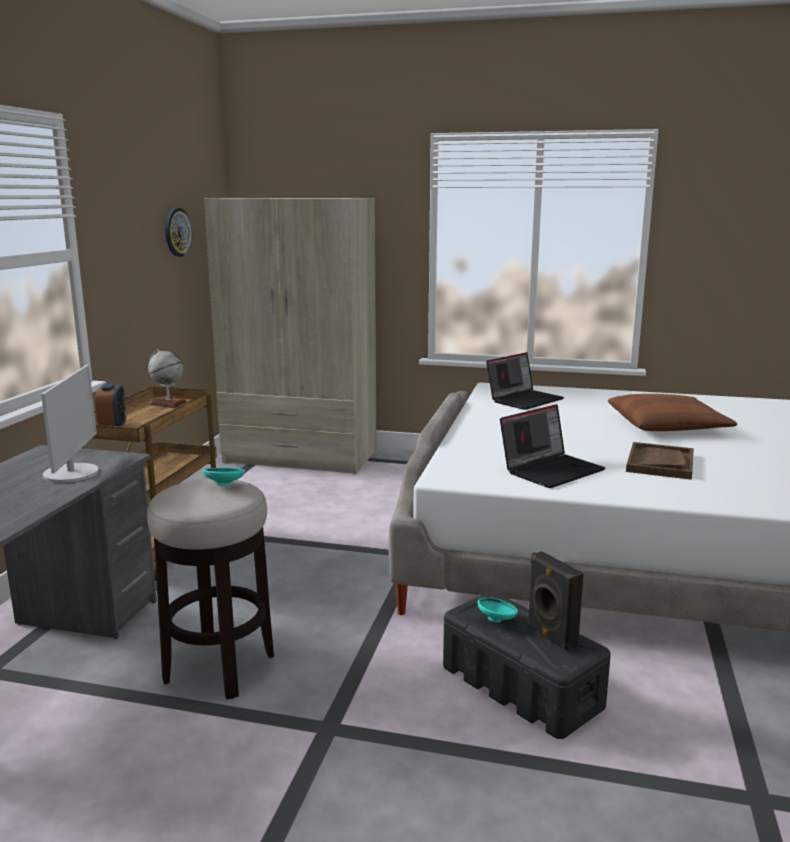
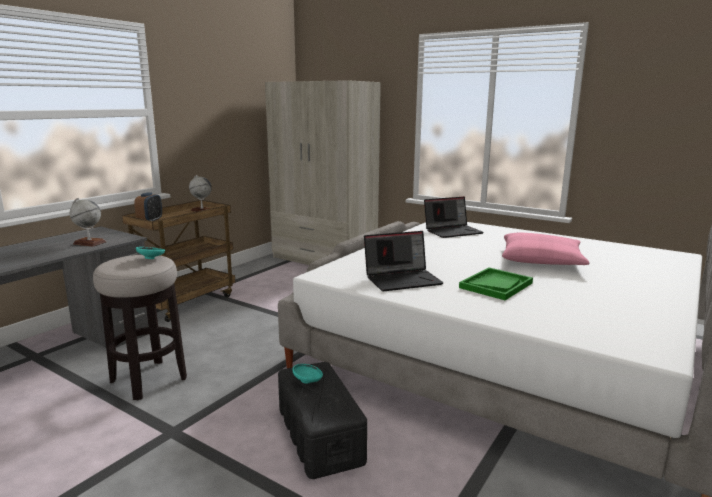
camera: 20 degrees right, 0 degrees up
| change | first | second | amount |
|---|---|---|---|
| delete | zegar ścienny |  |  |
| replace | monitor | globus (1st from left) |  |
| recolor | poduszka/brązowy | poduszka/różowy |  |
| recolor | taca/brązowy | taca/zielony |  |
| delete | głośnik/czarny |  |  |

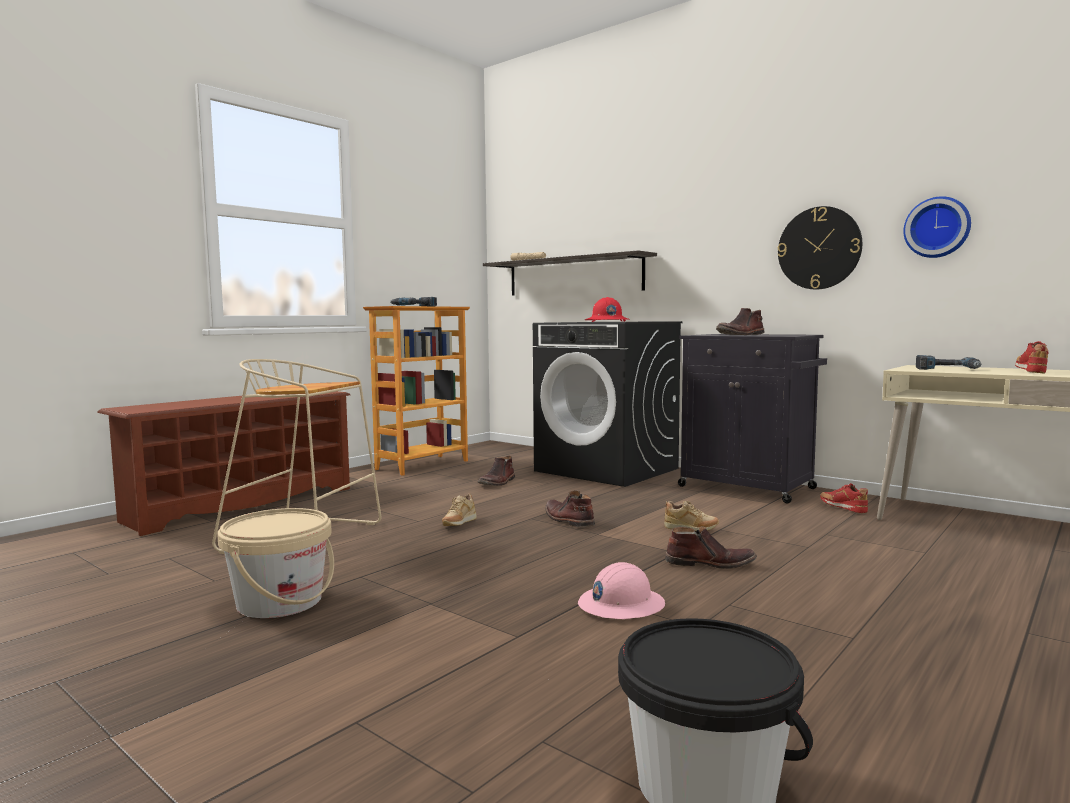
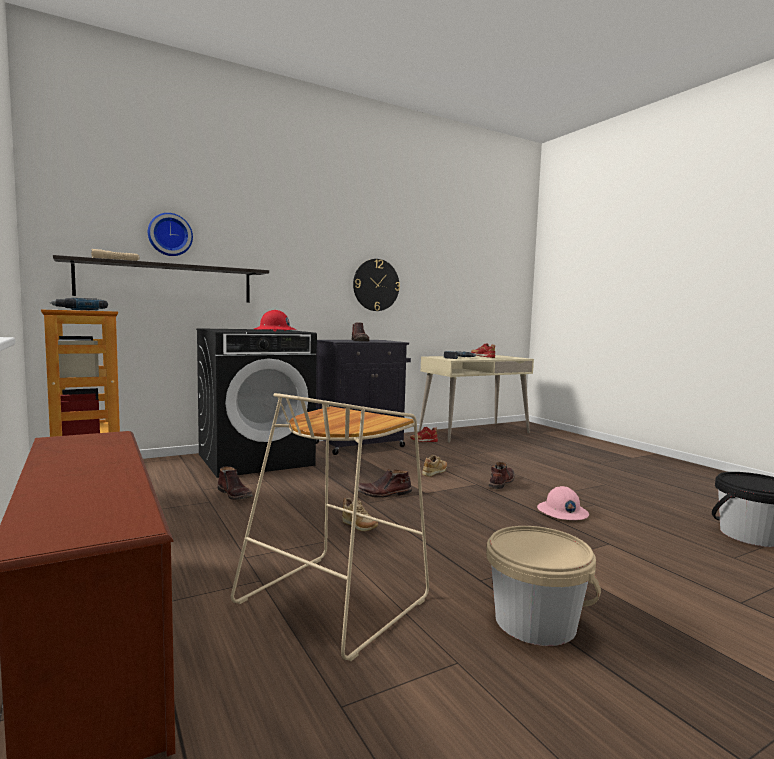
camera: 70 degrees left, 0 degrees up
| change | first | second | amount |
|---|---|---|---|
| move | zegar ścienny (2nd from left in the first image) | zegar ścienny (1st from left) |  |

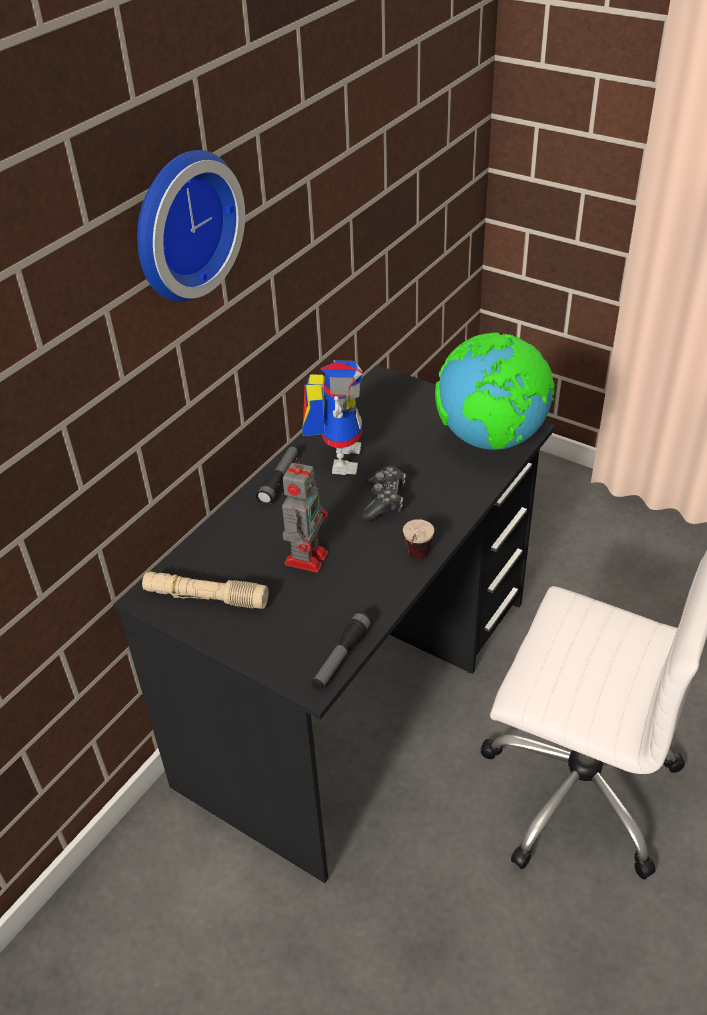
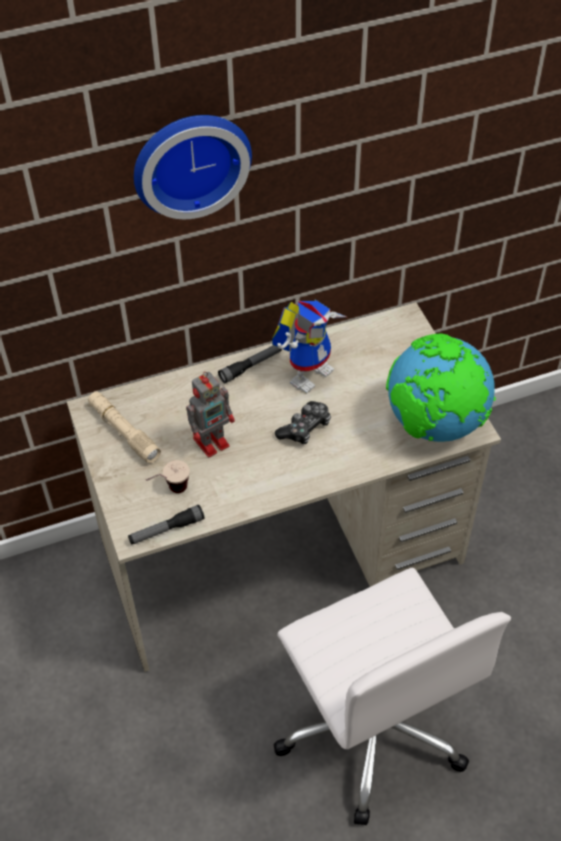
camera: 35 degrees right, 10 degrees up
| change | first | second | amount |
|---|---|---|---|
| recolor | biurko/czarny | biurko/beżowy |  |
| move | filiżanka |  |  |

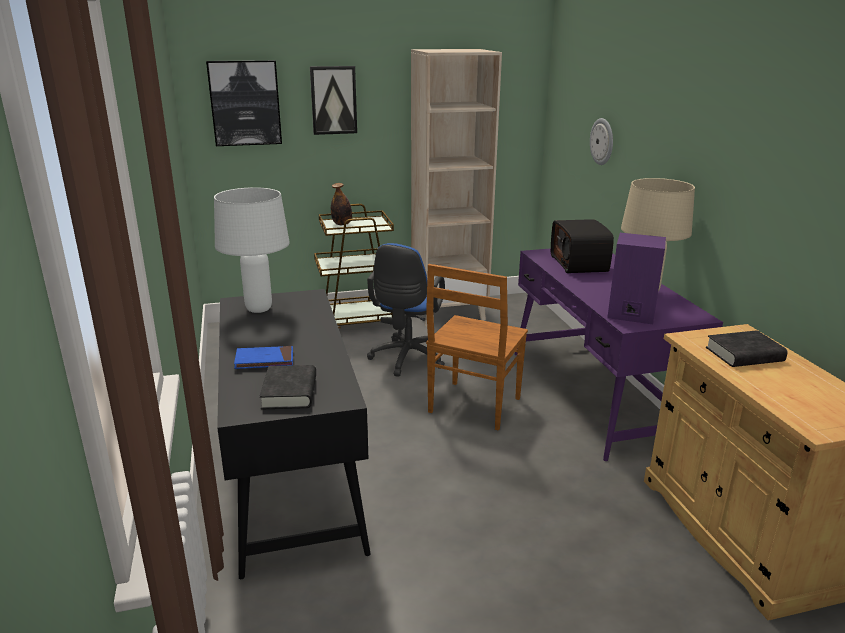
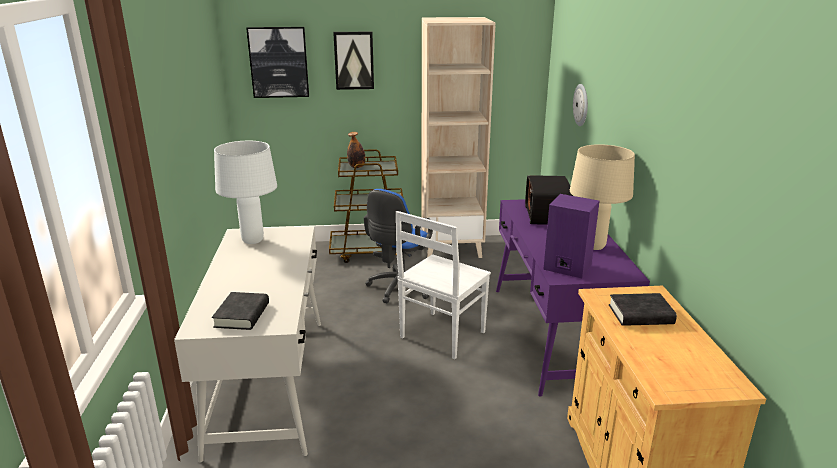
camera: 10 degrees right, 0 degrees up
| change | first | second | amount |
|---|---|---|---|
| recolor | krzesło/brązowy | krzesło/biały |  |
| recolor | biurko/czarny | biurko/biały |  |
| delete | książka/niebieski |  |  |

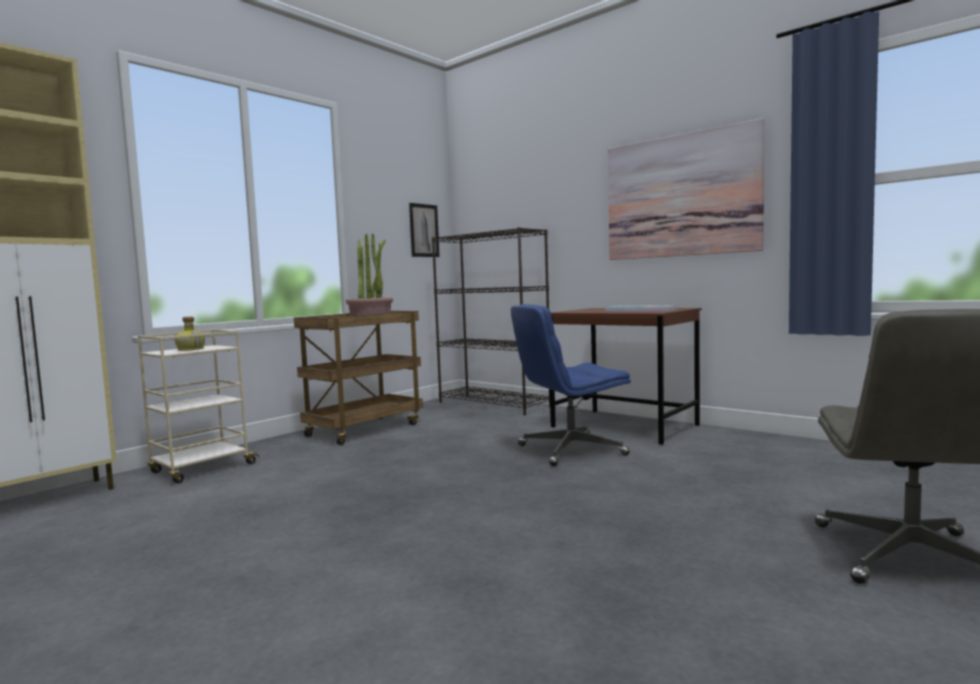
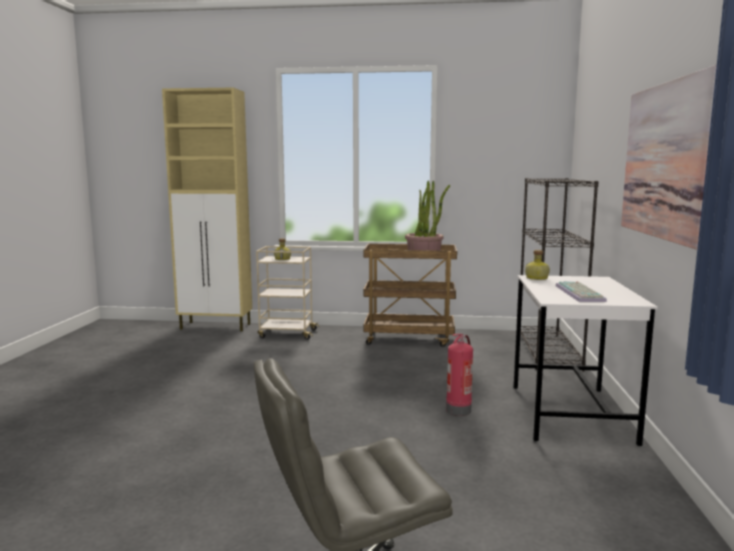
camera: 55 degrees right, 5 degrees up
| change | first | second | amount |
|---|---|---|---|
| delete | obraz (1st from left) |  |  |
| replace | krzesło biurowe/niebieski | gaśnica |  |
| recolor | biurko/brązowy | biurko/biały |  |
| insert |  | butelka (2nd from left) |  |

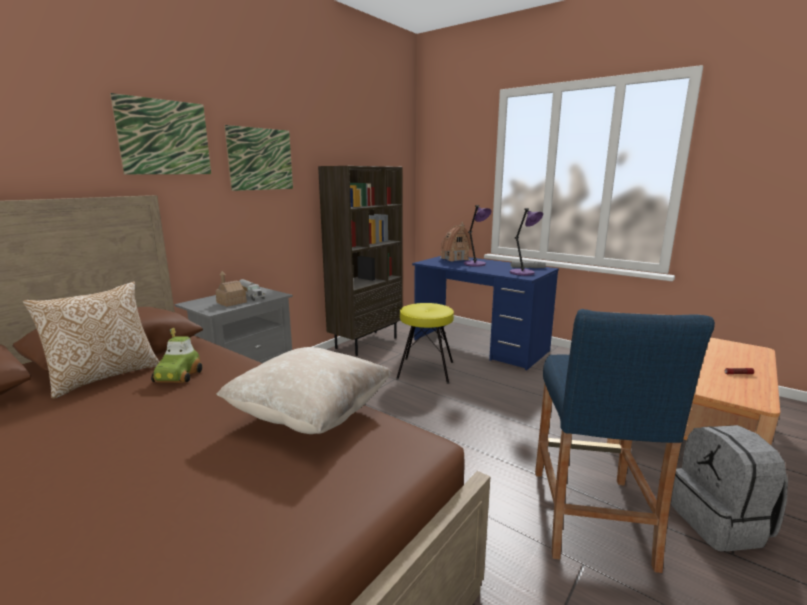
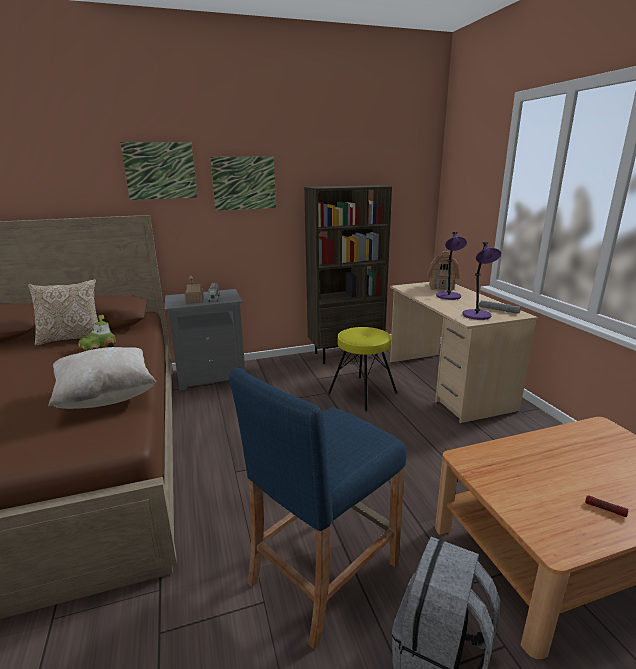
camera: 35 degrees right, 5 degrees up
| change | first | second | amount |
|---|---|---|---|
| recolor | biurko/niebieski | biurko/beżowy |  |

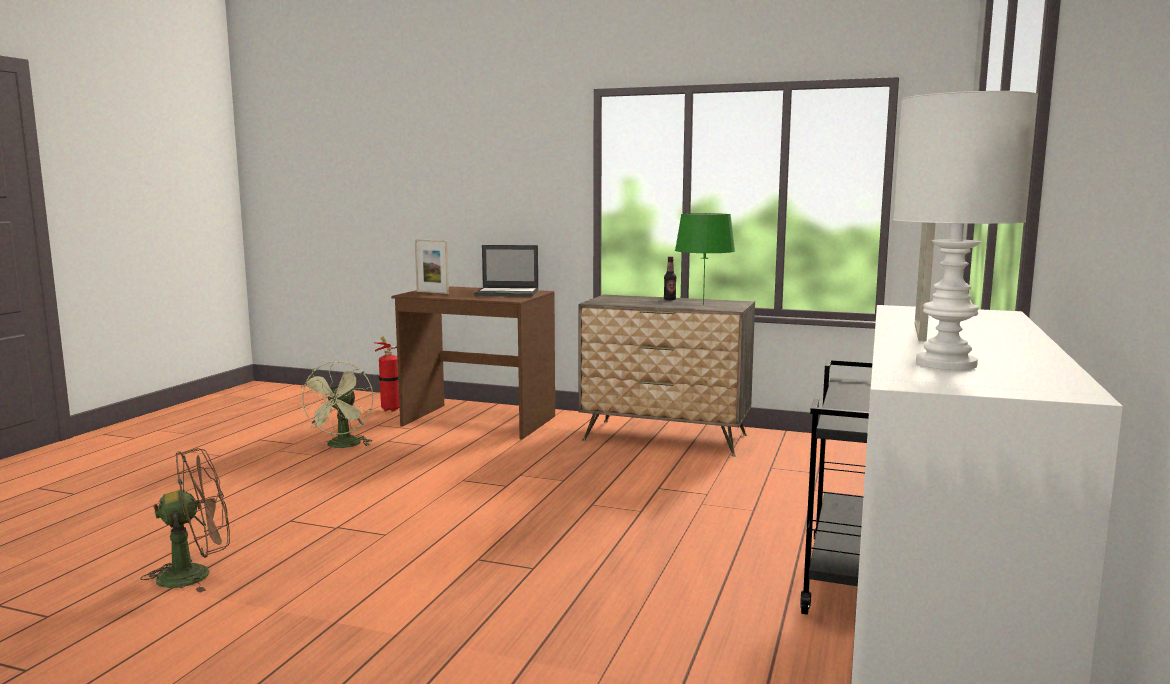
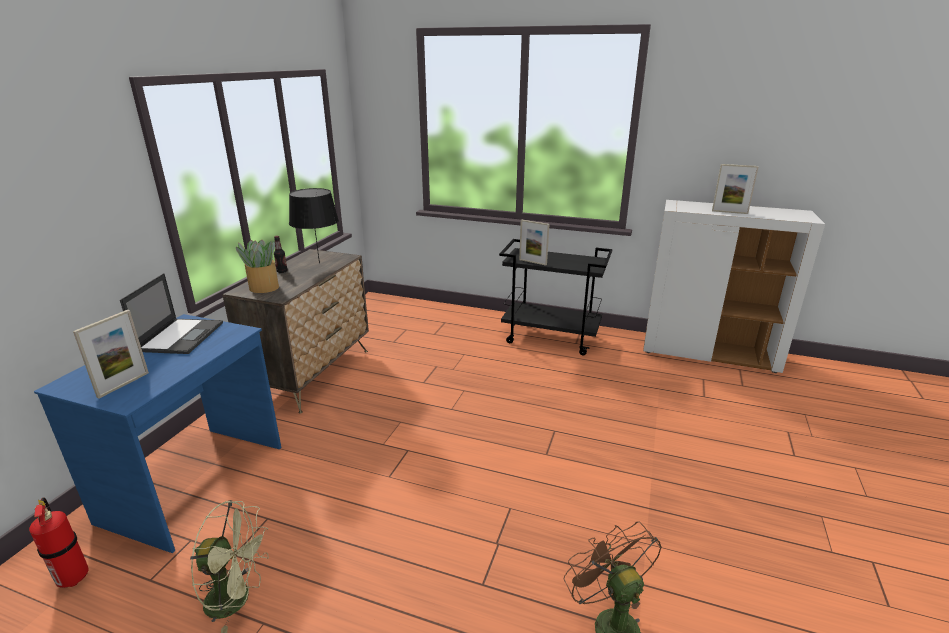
camera: 90 degrees left, 15 degrees up
| change | first | second | amount |
|---|---|---|---|
| delete | lampa stołowa/biały |  |  |
| recolor | lampa stołowa/zielony | lampa stołowa/czarny |  |
| recolor | biurko/brązowy | biurko/niebieski |  |
| insert |  | ramka na zdjęcie (2nd from left) |  |
| insert |  | roślina doniczkowa |  |

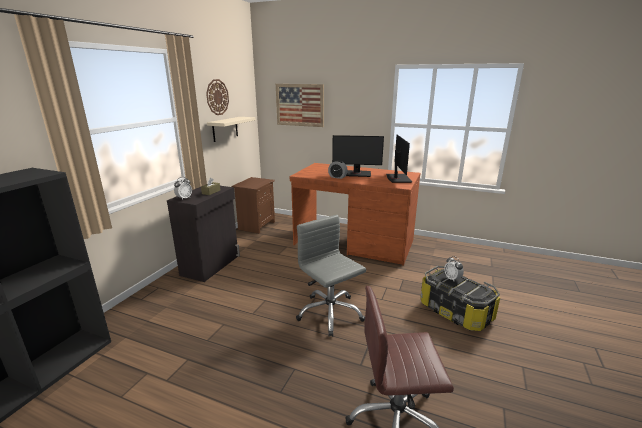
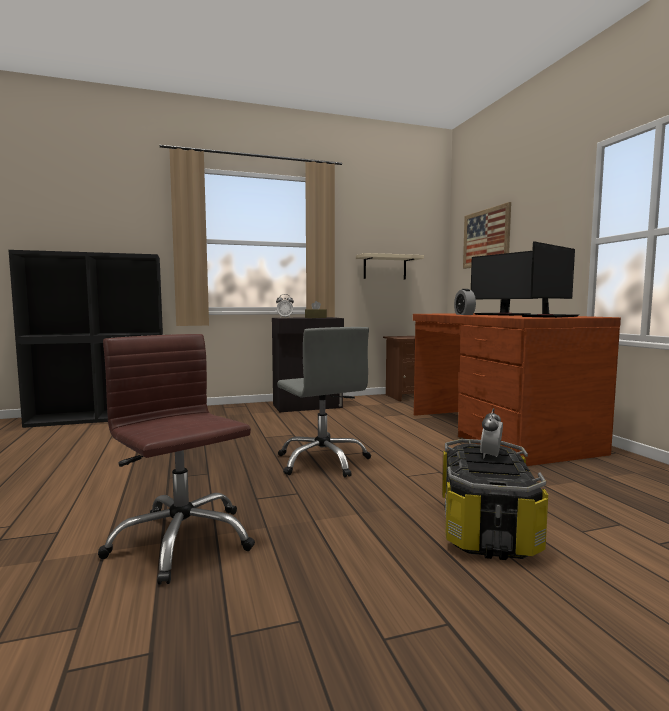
camera: 50 degrees right, 15 degrees down
| change | first | second | amount |
|---|---|---|---|
| delete | zegar ścienny |  |  |
| rotate | krzesło biurowe/szary |  | 135 degrees clockwise |

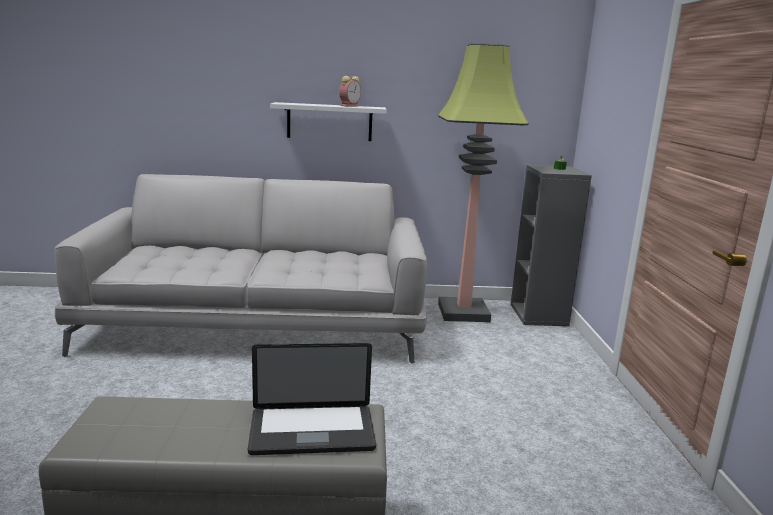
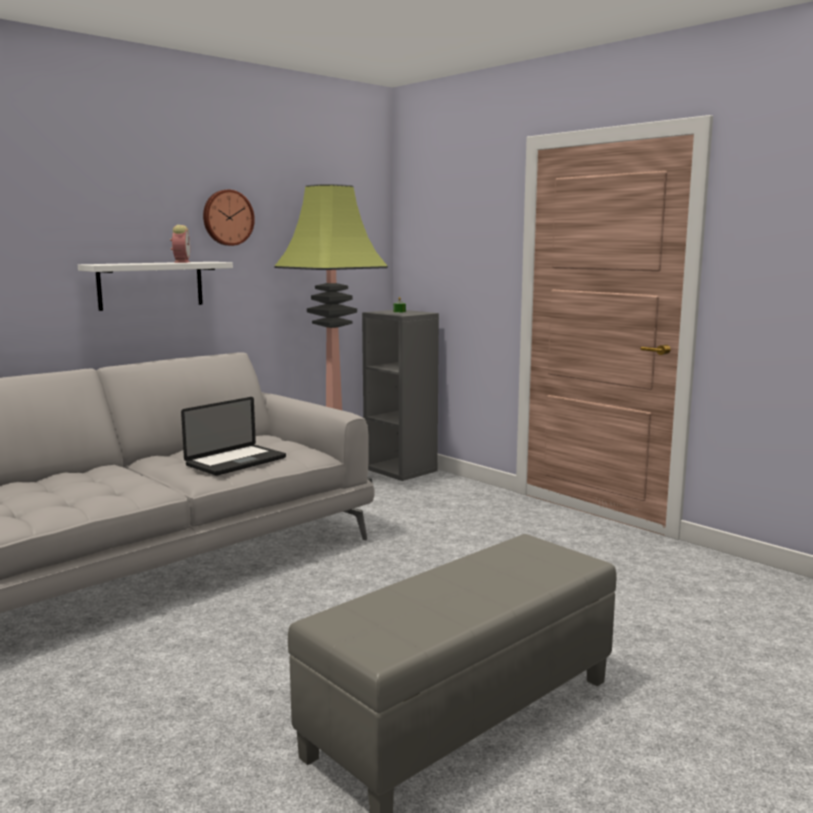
camera: 40 degrees left, 5 degrees down
| change | first | second | amount |
|---|---|---|---|
| move | laptop |  |  |
| insert |  | zegar ścienny |  |

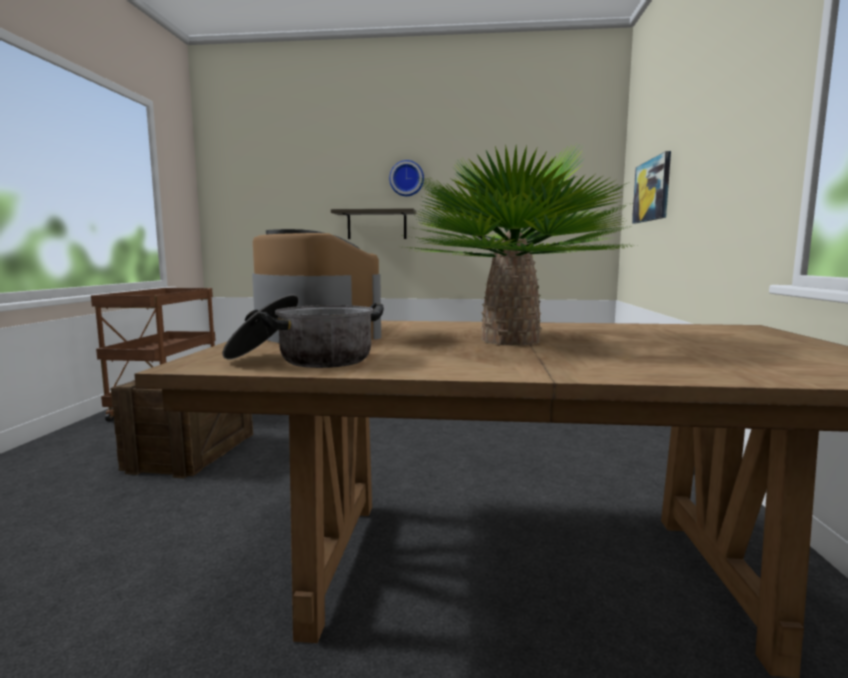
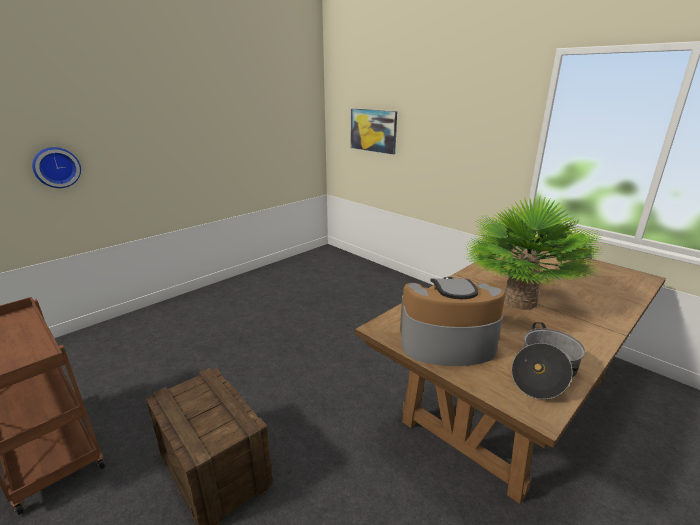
camera: 50 degrees left, 15 degrees up
| change | first | second | amount |
|---|---|---|---|
| move | zegar ścienny |  |  |
| delete | półka |  |  |

